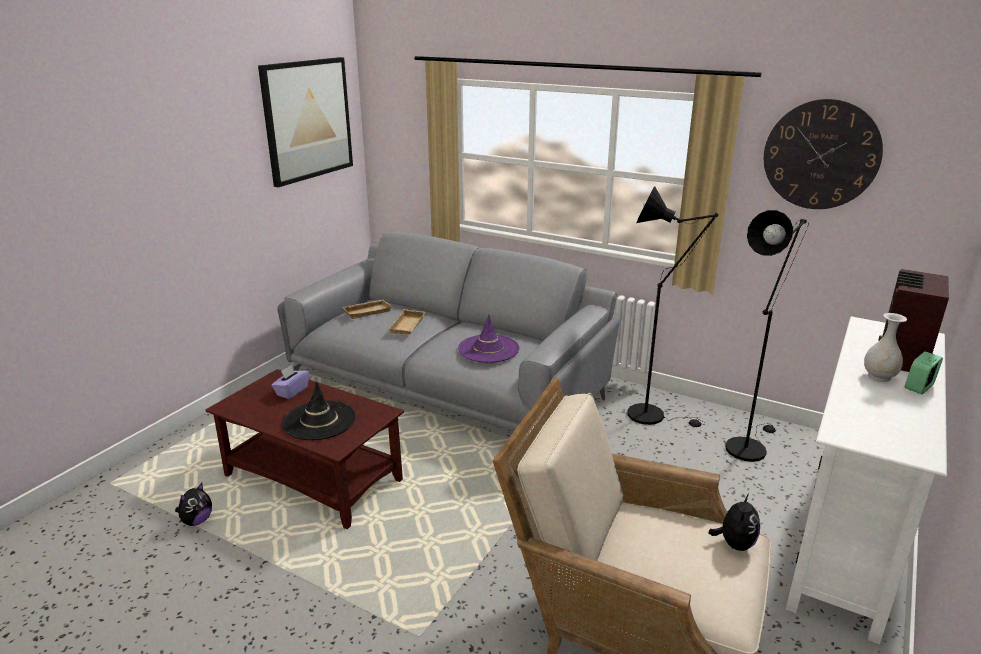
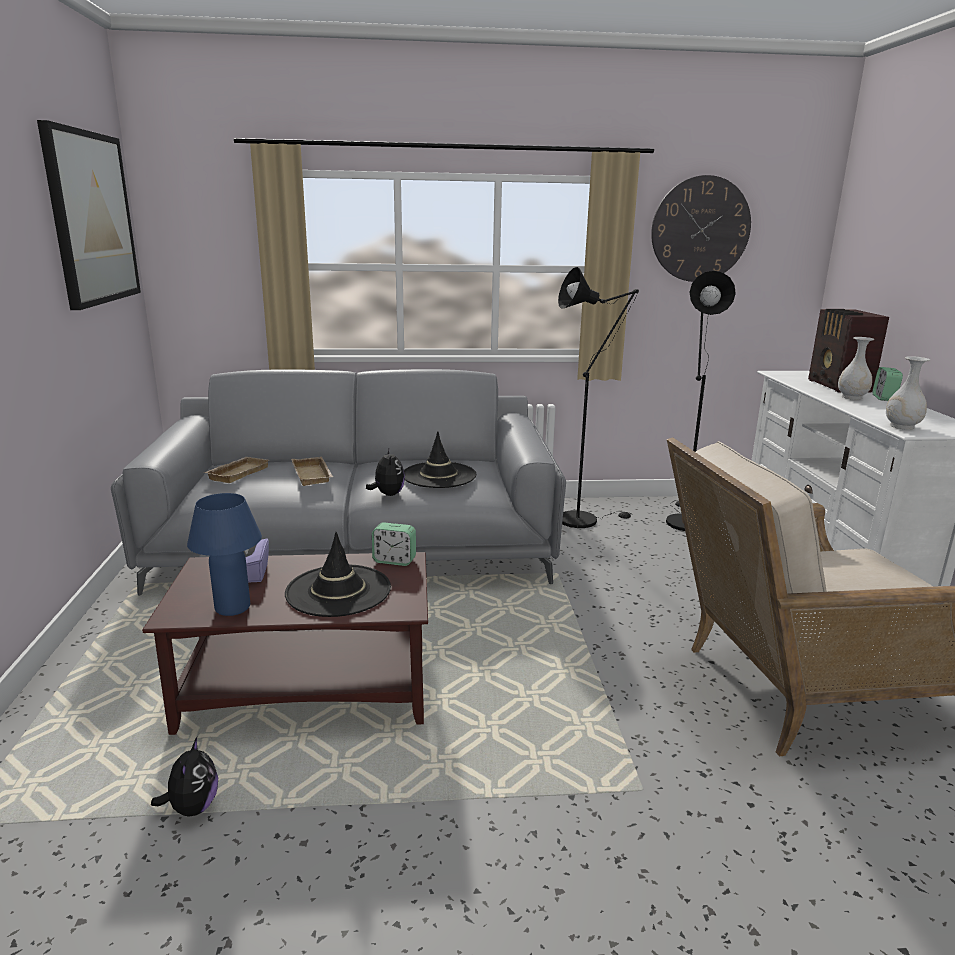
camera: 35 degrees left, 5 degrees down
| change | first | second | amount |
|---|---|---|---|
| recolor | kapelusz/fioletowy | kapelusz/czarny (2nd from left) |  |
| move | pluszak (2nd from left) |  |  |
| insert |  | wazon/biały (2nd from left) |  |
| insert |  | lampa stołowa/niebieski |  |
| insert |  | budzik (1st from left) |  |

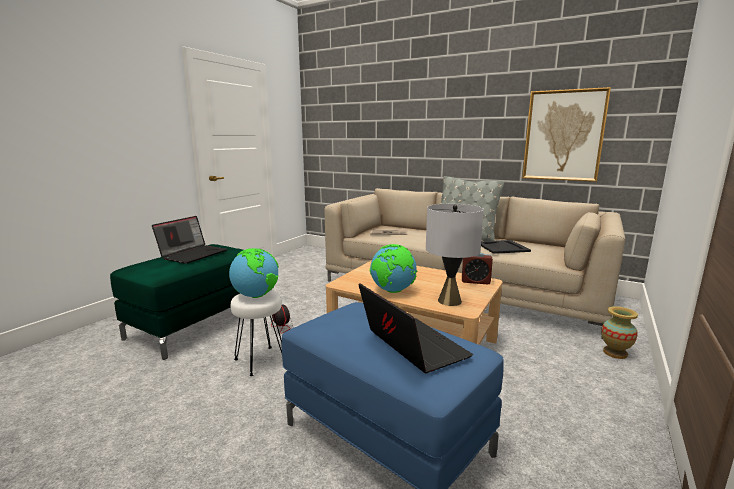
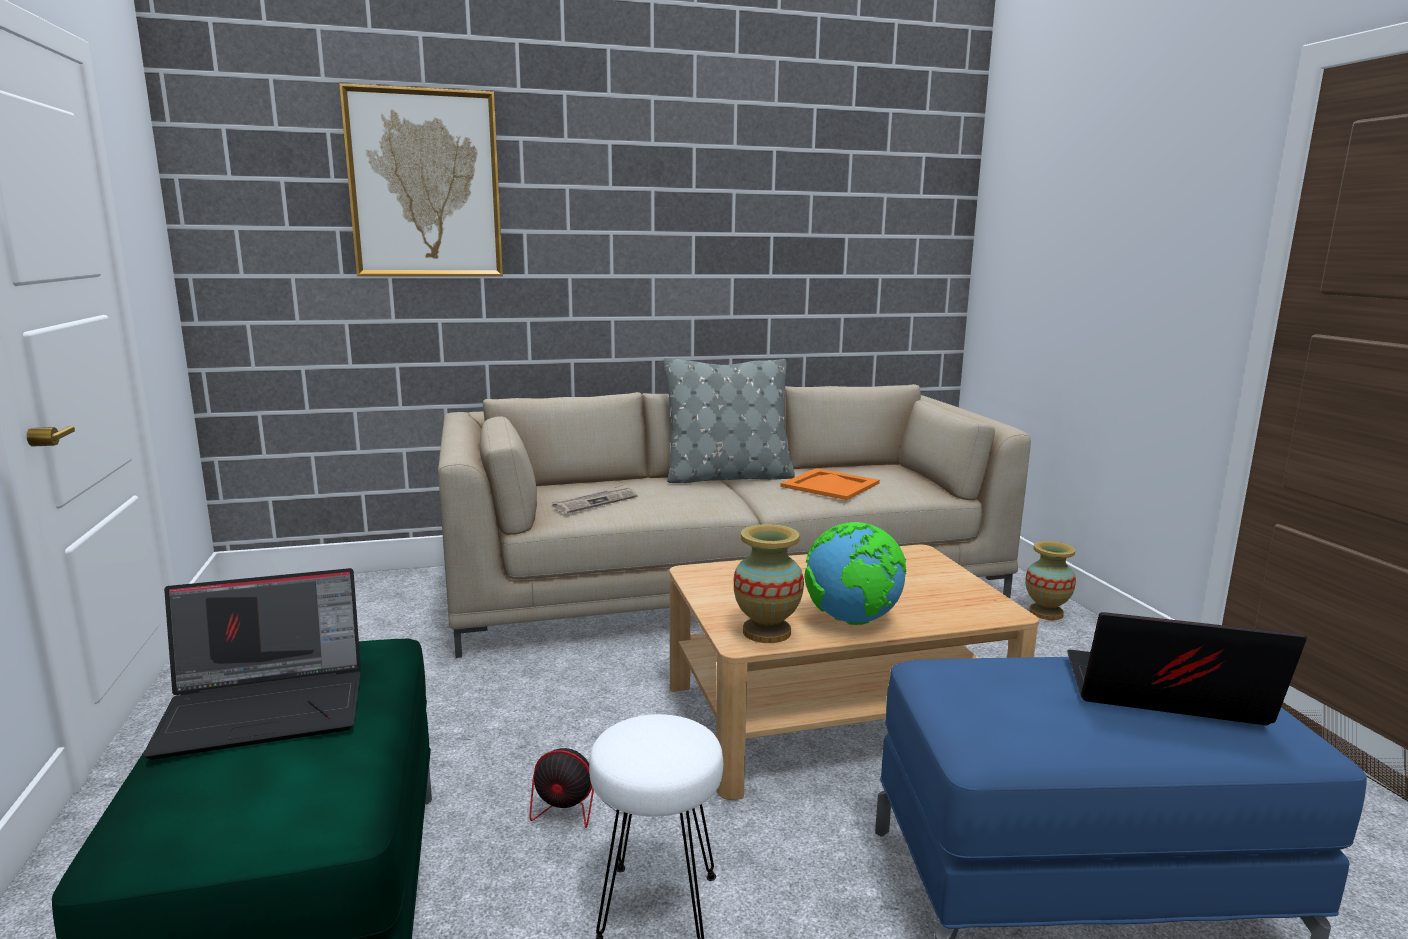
camera: 45 degrees left, 0 degrees up
| change | first | second | amount |
|---|---|---|---|
| move | obraz |  |  |
| delete | lampa stołowa/szary |  |  |
| rotate | laptop (1st from left) |  | 90 degrees clockwise |
| recolor | taca/czarny | taca/pomarańczowy |  |
| delete | globus (1st from left) |  |  |
| delete | budzik |  |  |
| insert |  | wazon (1st from left) |  |

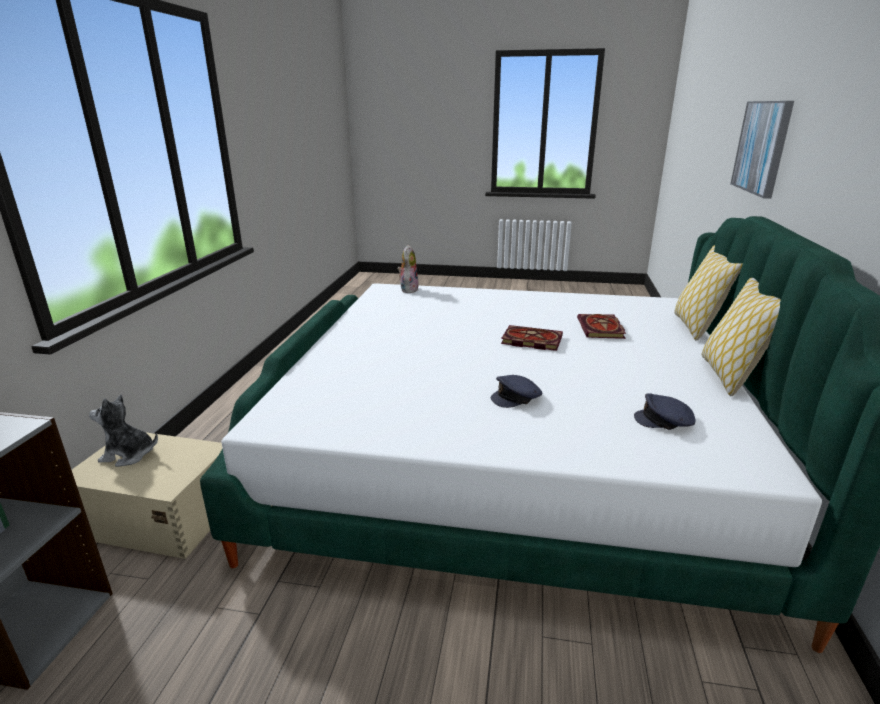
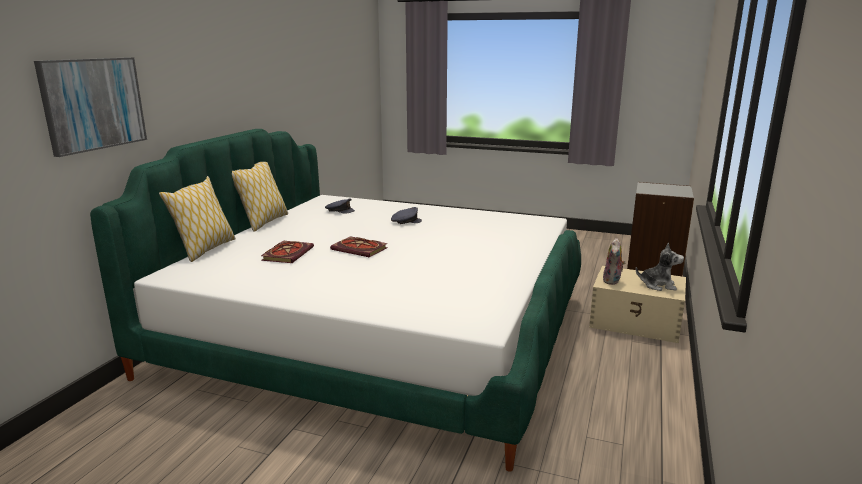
camera: 170 degrees left, 5 degrees down
| change | first | second | amount |
|---|---|---|---|
| move | pluszak (2nd from left in the first image) | pluszak (1st from left) |  |

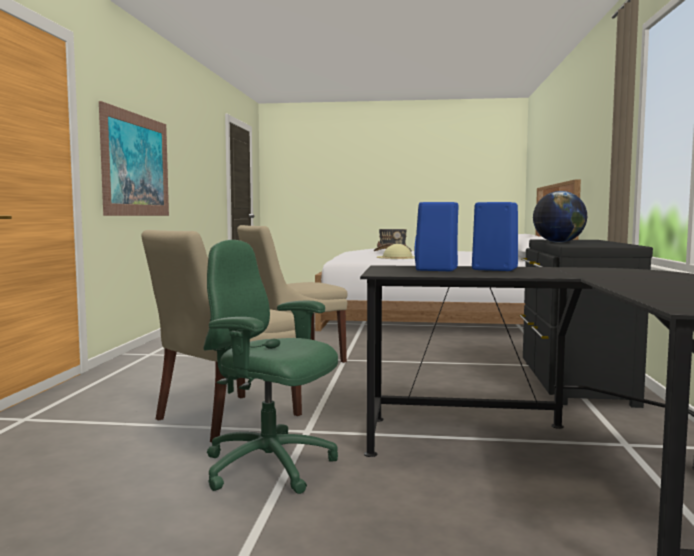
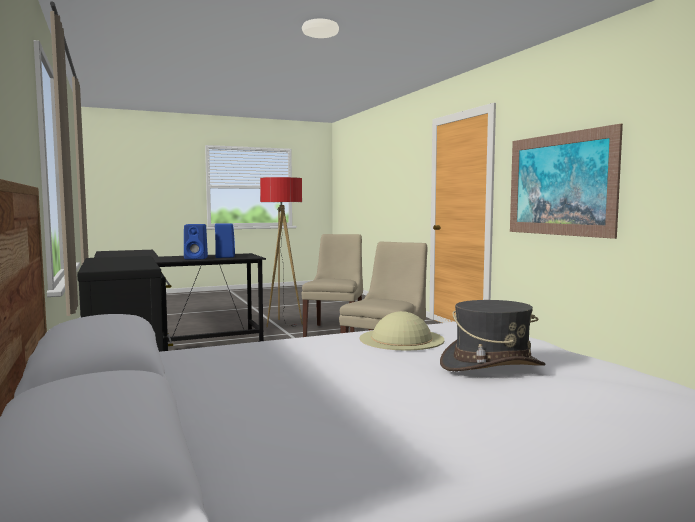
camera: 150 degrees right, 0 degrees up
| change | first | second | amount |
|---|---|---|---|
| delete | globus |  |  |
| replace | krzesło biurowe/zielony | lampa stojąca |  |

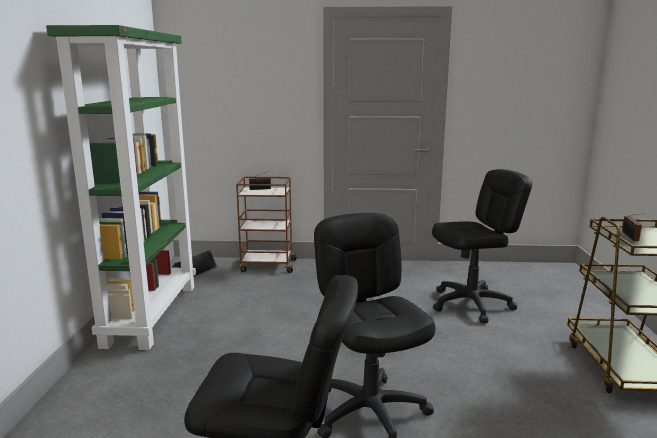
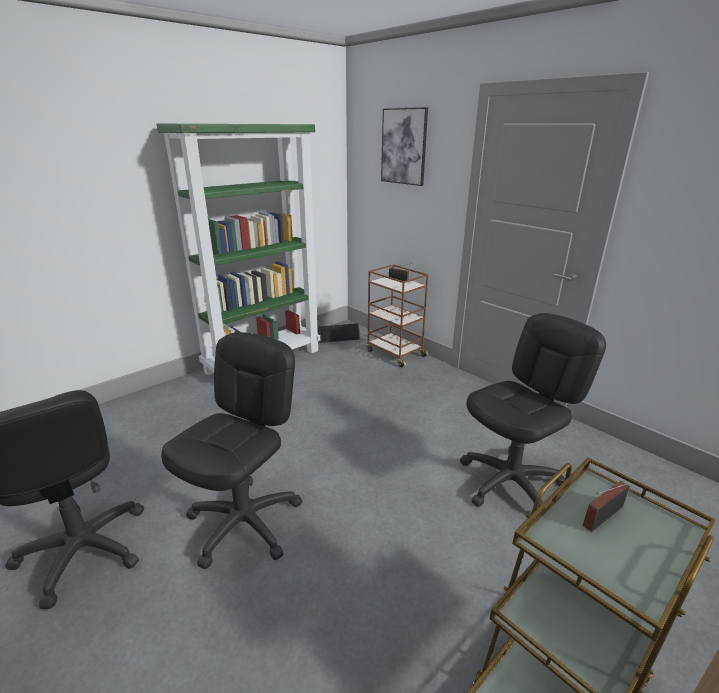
camera: 45 degrees right, 10 degrees up
| change | first | second | amount |
|---|---|---|---|
| rotate | krzesło biurowe/czarny (3rd from left) |  | 60 degrees counterclockwise |
| insert |  | obraz |  |

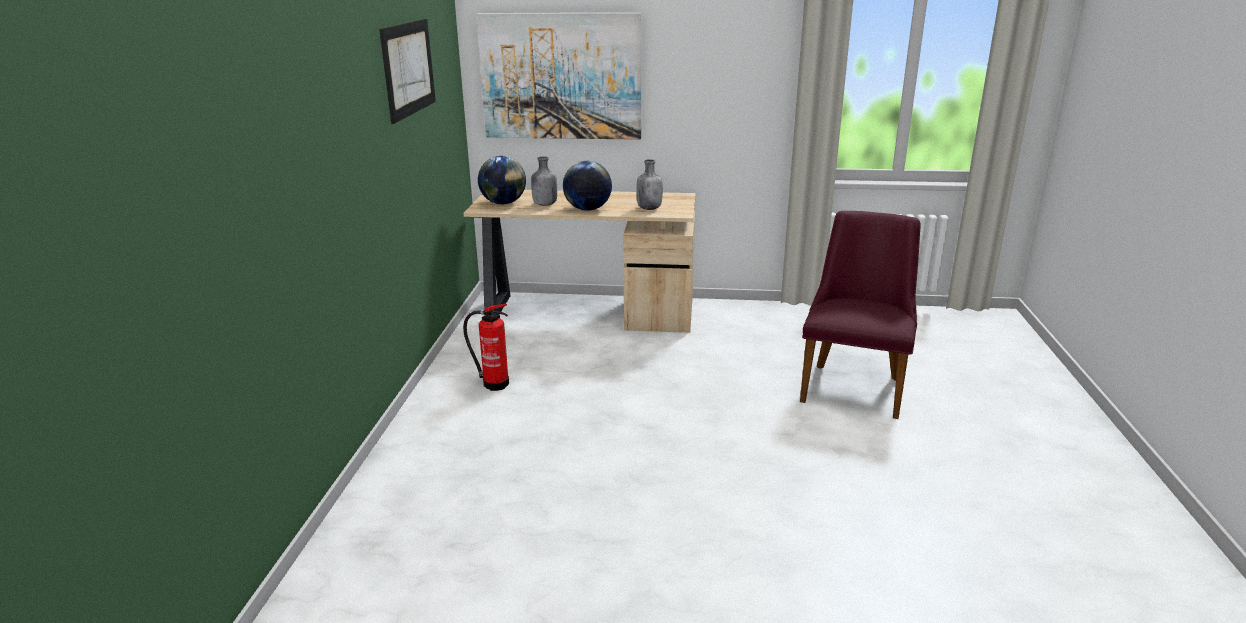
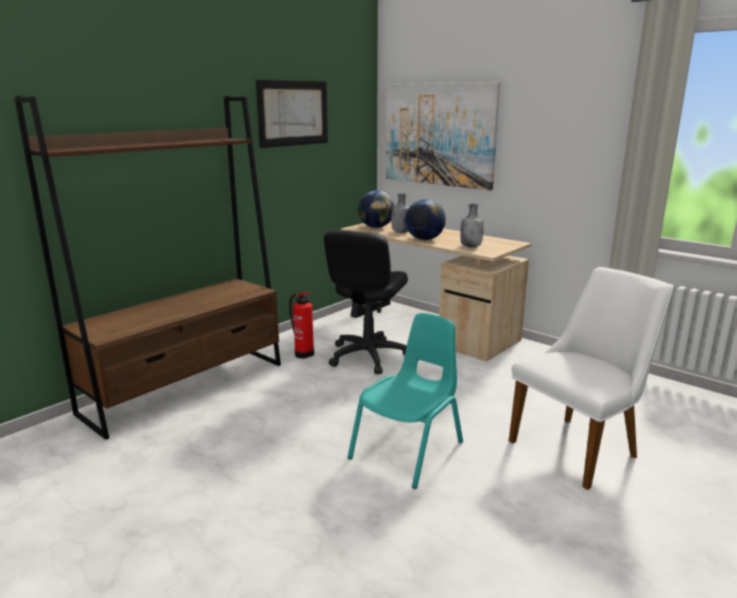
camera: 35 degrees right, 5 degrees down
| change | first | second | amount |
|---|---|---|---|
| recolor | krzesło/fioletowy | krzesło/biały |  |
| insert |  | regał/brązowy |  |
| insert |  | krzesło biurowe/czarny |  |
| insert |  | krzesło/turkusowy |  |

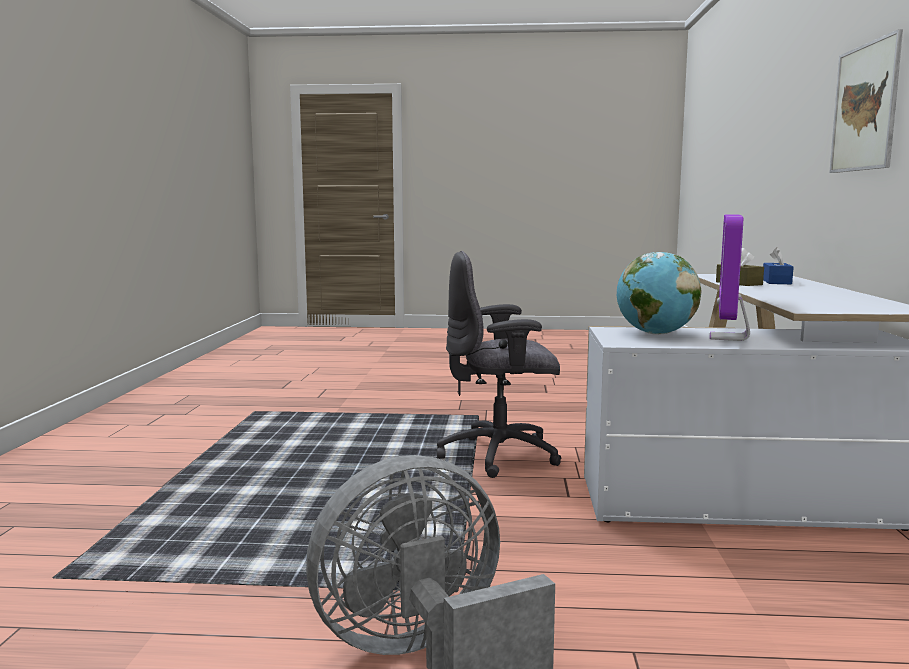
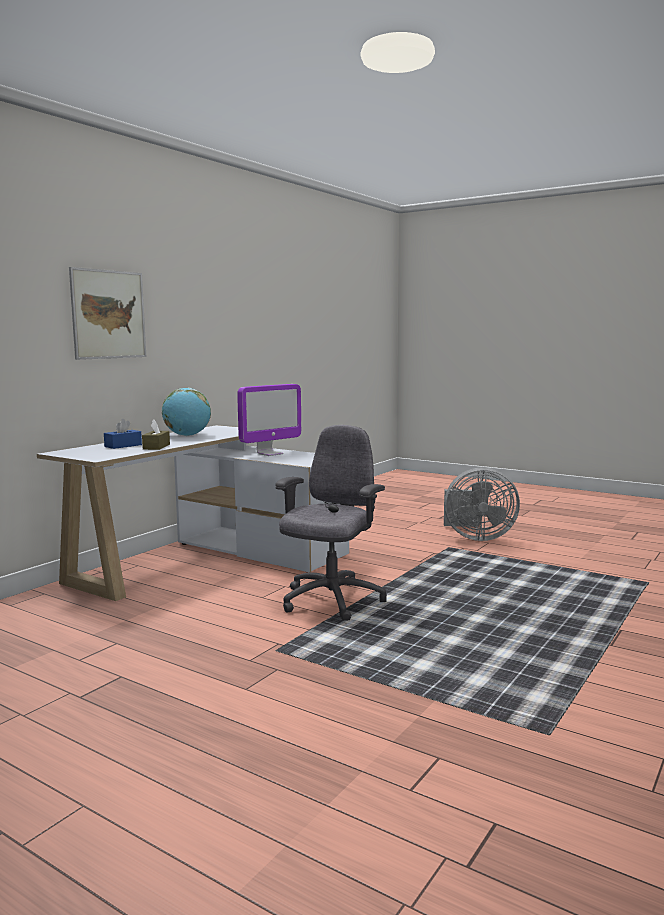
camera: 150 degrees left, 0 degrees up
| change | first | second | amount |
|---|---|---|---|
| rotate | krzesło biurowe/szary |  | 90 degrees counterclockwise |
| move | globus |  |  |

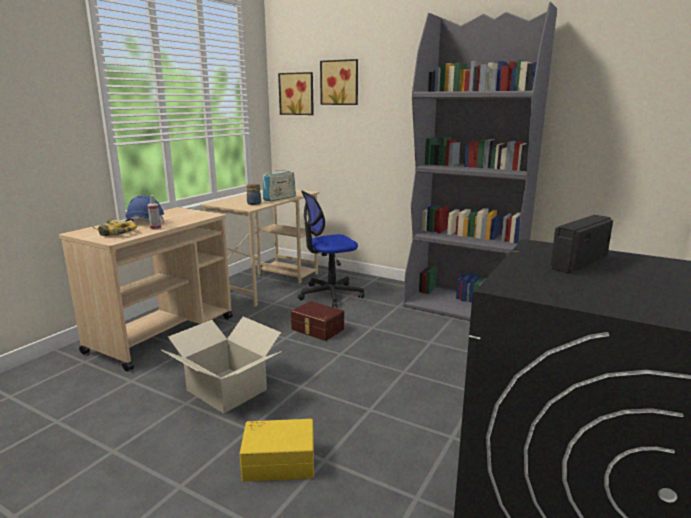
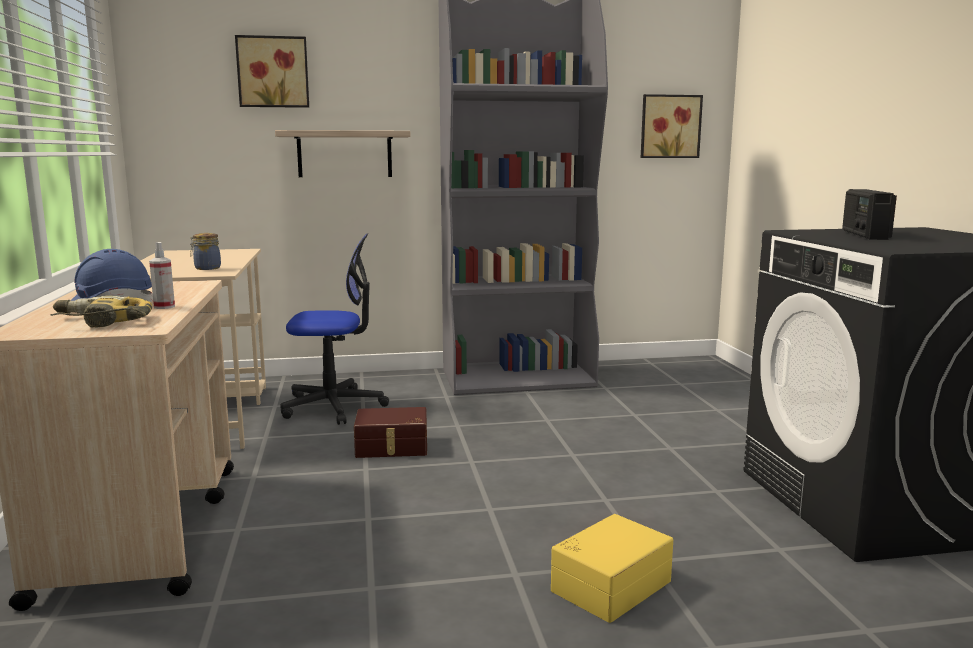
camera: 40 degrees left, 5 degrees down
| change | first | second | amount |
|---|---|---|---|
| move | obraz (1st from left in the first image) | obraz (2nd from left) |  |
| delete | radio (1st from left) |  |  |
| rotate | krzesło biurowe |  | 120 degrees counterclockwise |
| delete | karton |  |  |
| insert |  | półka |  |

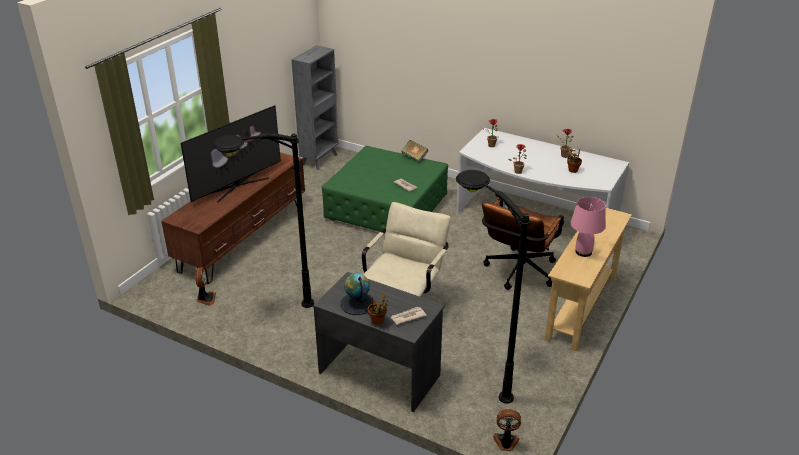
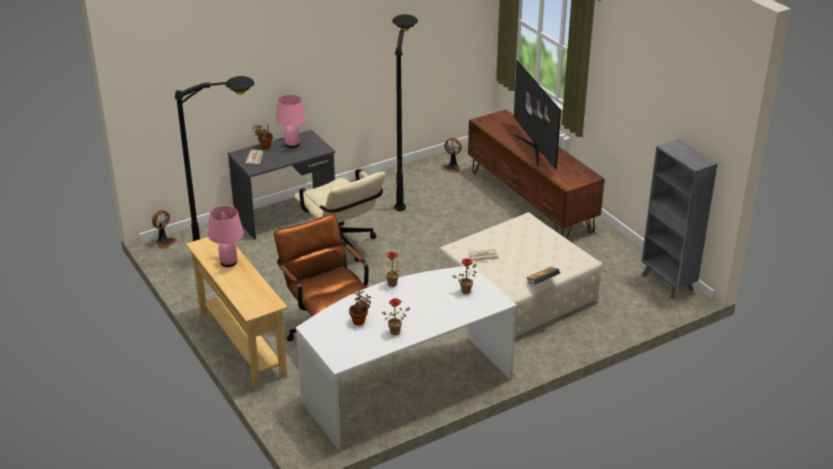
camera: 120 degrees right, 0 degrees up
| change | first | second | amount |
|---|---|---|---|
| recolor | pufa/zielony | pufa/beżowy |  |
| replace | globus | lampa stołowa/różowy (2nd from left) |  |

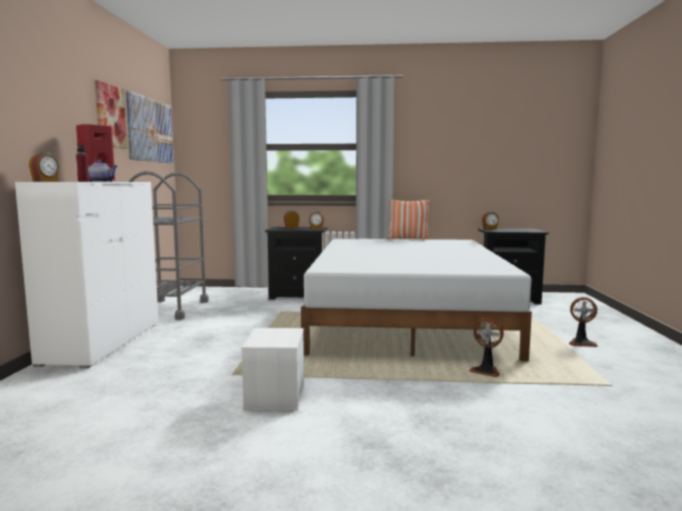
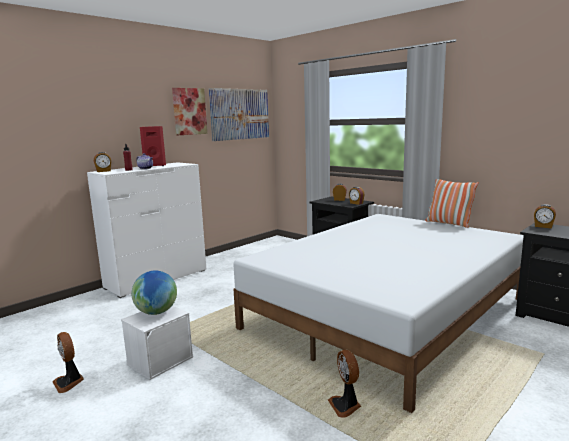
camera: 40 degrees right, 5 degrees up
| change | first | second | amount |
|---|---|---|---|
| delete | wózek/szary |  |  |
| move | wentylator (2nd from left in the first image) | wentylator (1st from left) |  |
| insert |  | globus |  |

